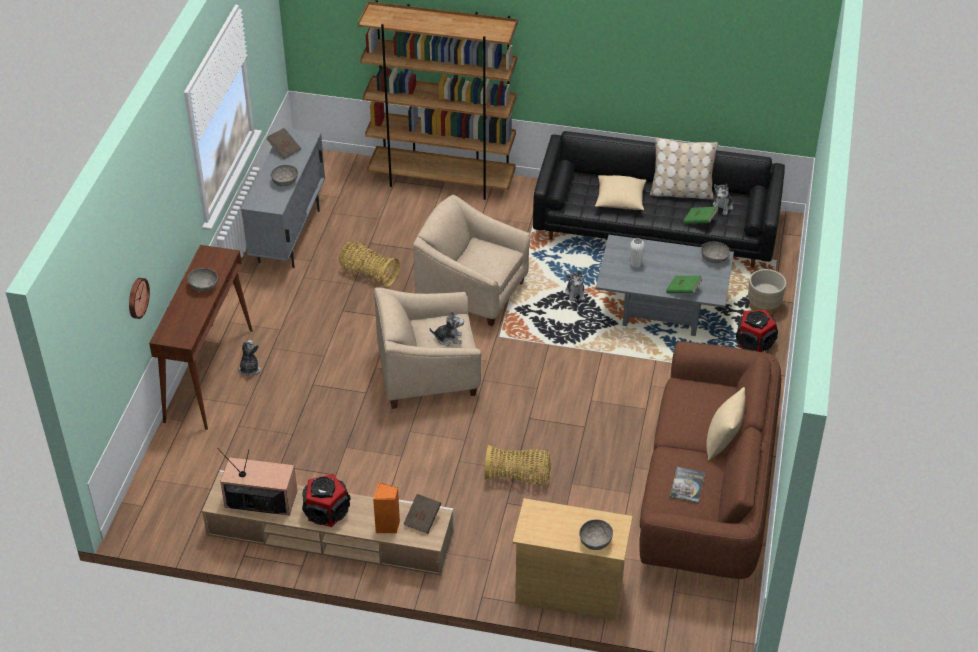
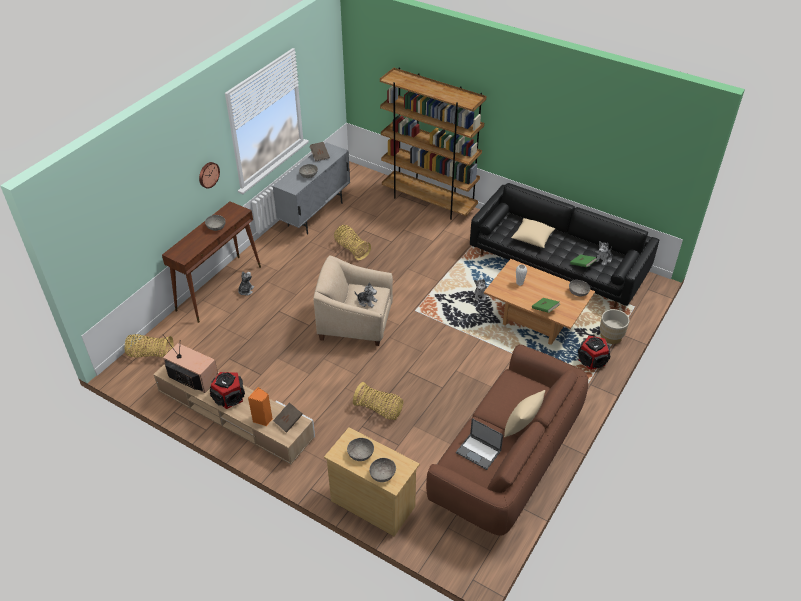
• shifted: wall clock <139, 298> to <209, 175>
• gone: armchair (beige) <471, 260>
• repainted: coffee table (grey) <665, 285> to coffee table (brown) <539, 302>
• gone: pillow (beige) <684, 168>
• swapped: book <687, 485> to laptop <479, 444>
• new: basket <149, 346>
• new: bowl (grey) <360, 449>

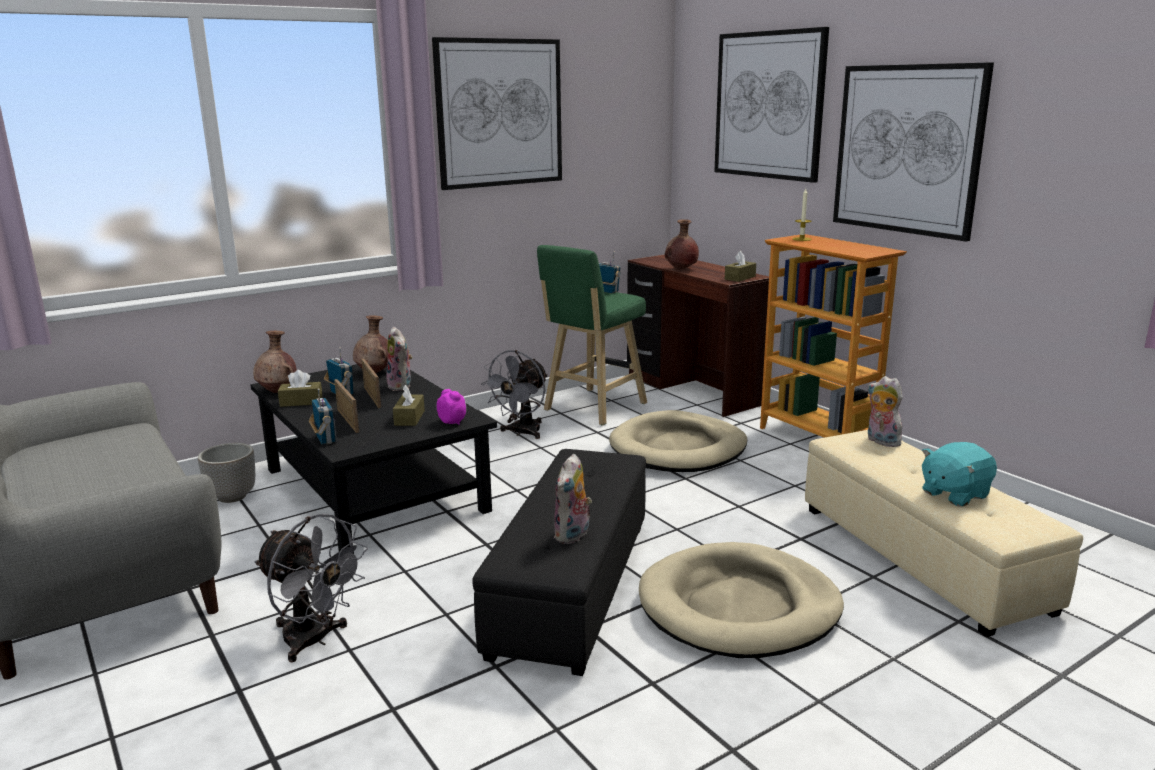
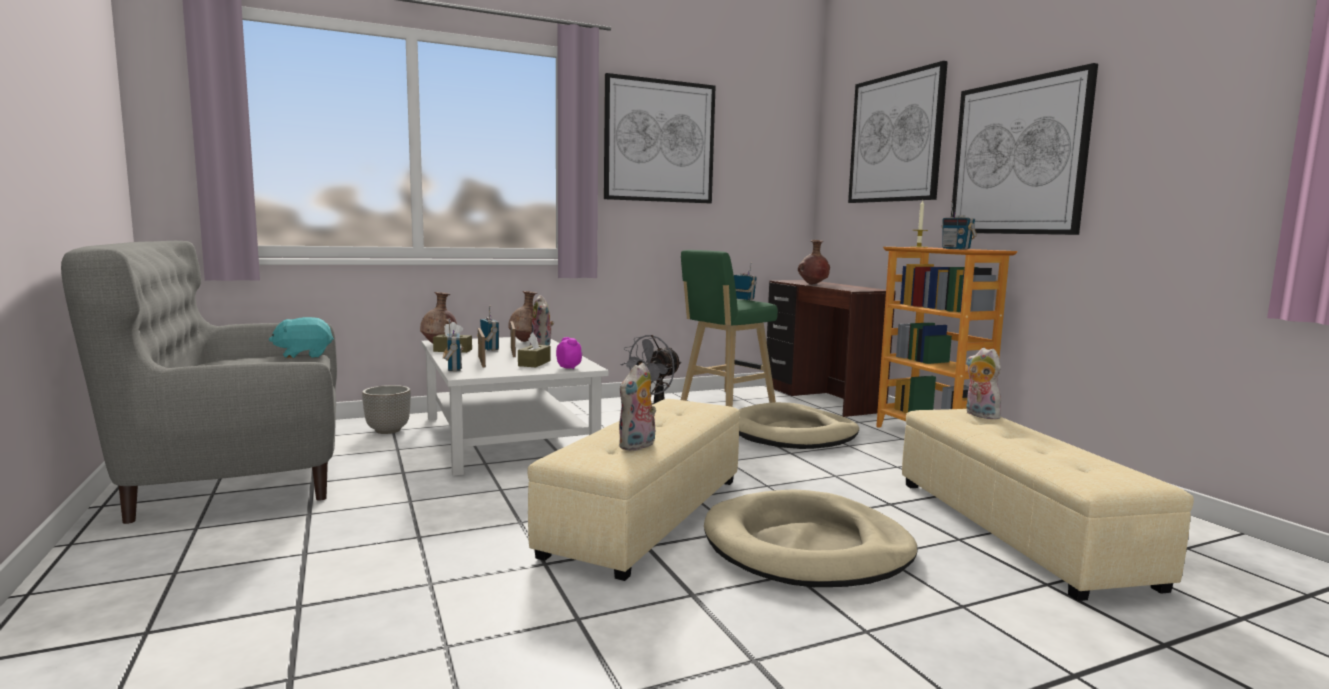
• repainted: coffee table (black) <374, 459> to coffee table (white) <515, 406>
• gone: fan (grey) <311, 587>
• repainted: ottoman (black) <559, 562> to ottoman (beige) <633, 490>
• gone: tissue box (brown) <740, 266>
• shifted: plush toy (turquoise) <959, 474> to <301, 337>
• new: radio <959, 225>

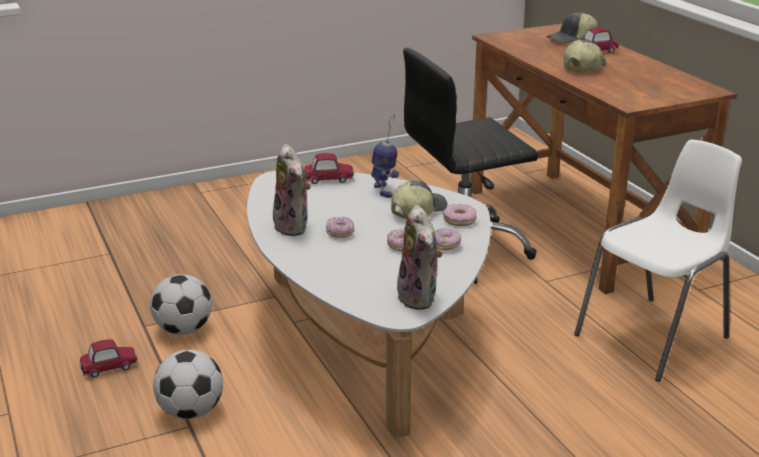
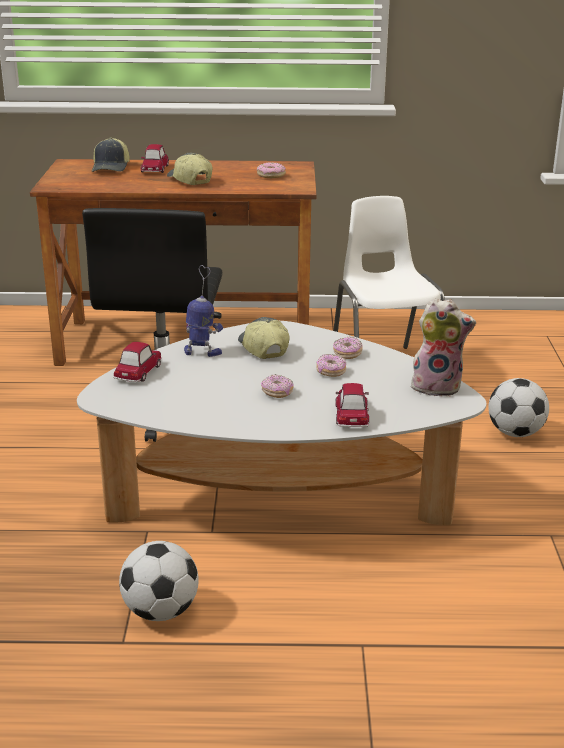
• shifted: toy car <109, 358> to <352, 405>
• shifted: football <188, 384> to <518, 407>
• gone: plush toy <292, 190>
• shifted: donut <460, 215> to <271, 170>

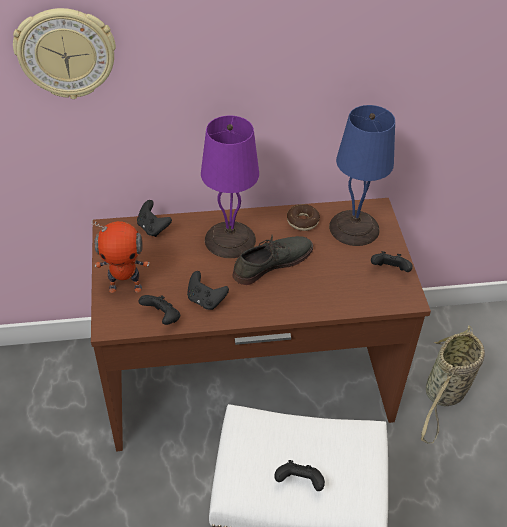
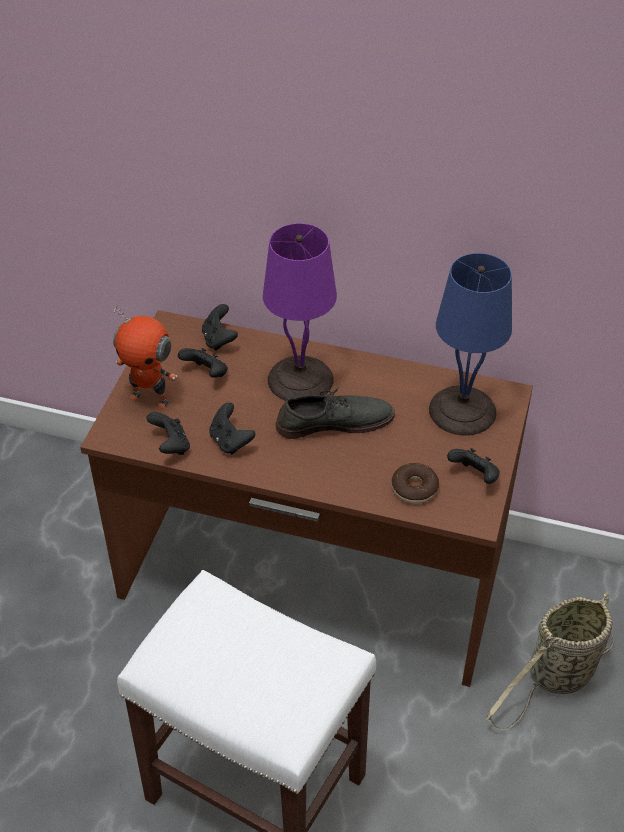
• gone: wall clock <64, 53>
• shifted: game controller (black) <299, 475> to <203, 363>
• shifted: donut <303, 217> to <415, 483>

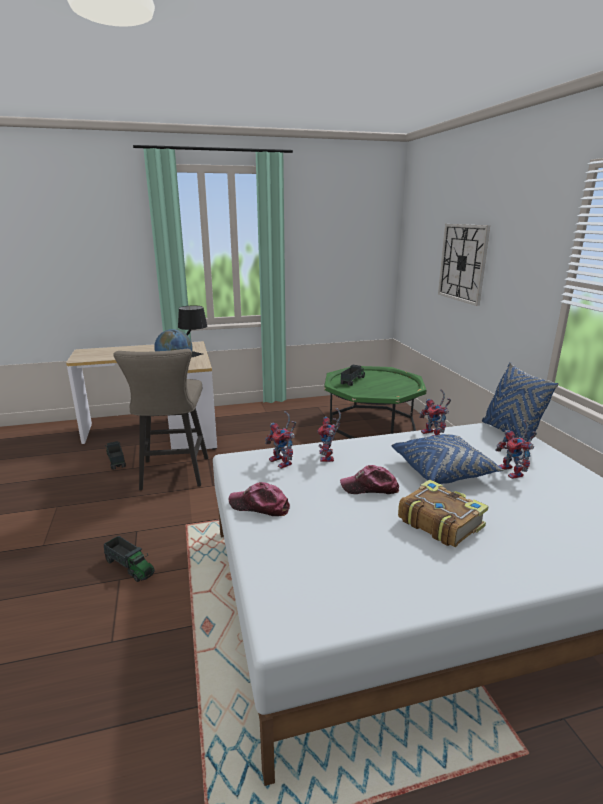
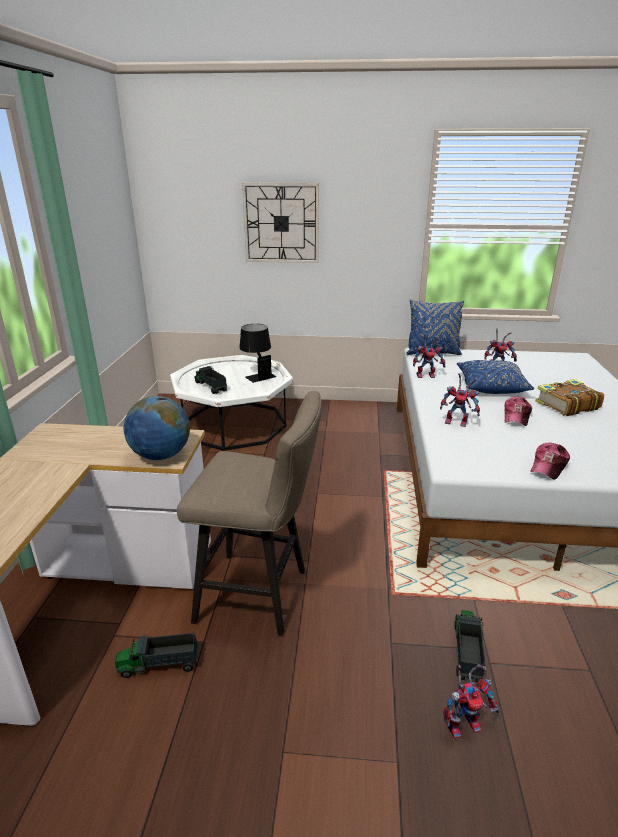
• rotated: toy truck <129, 559> = <469, 646> 45 degrees counterclockwise
• shifted: table lamp (black) <192, 331> to <258, 353>
• shifted: toy robot <280, 440> to <471, 701>
• repainted: coffee table (green) <375, 402> to coffee table (white) <231, 403>

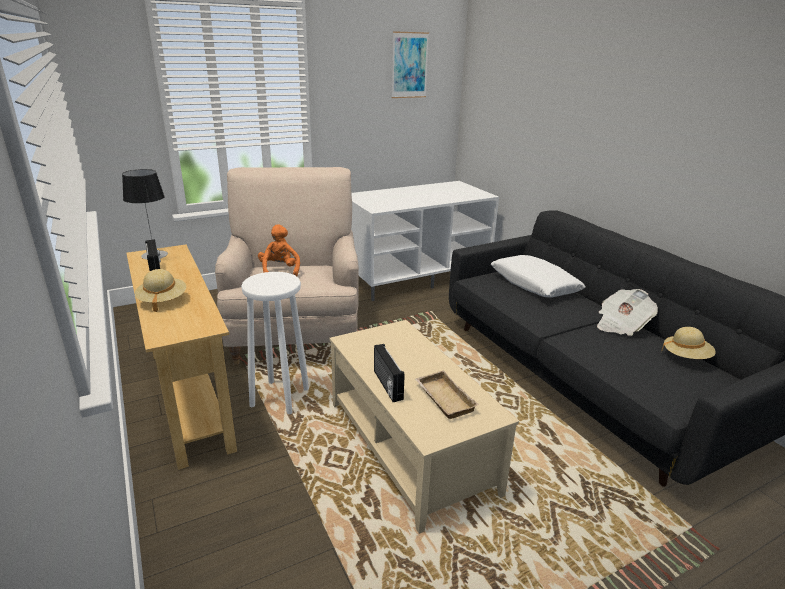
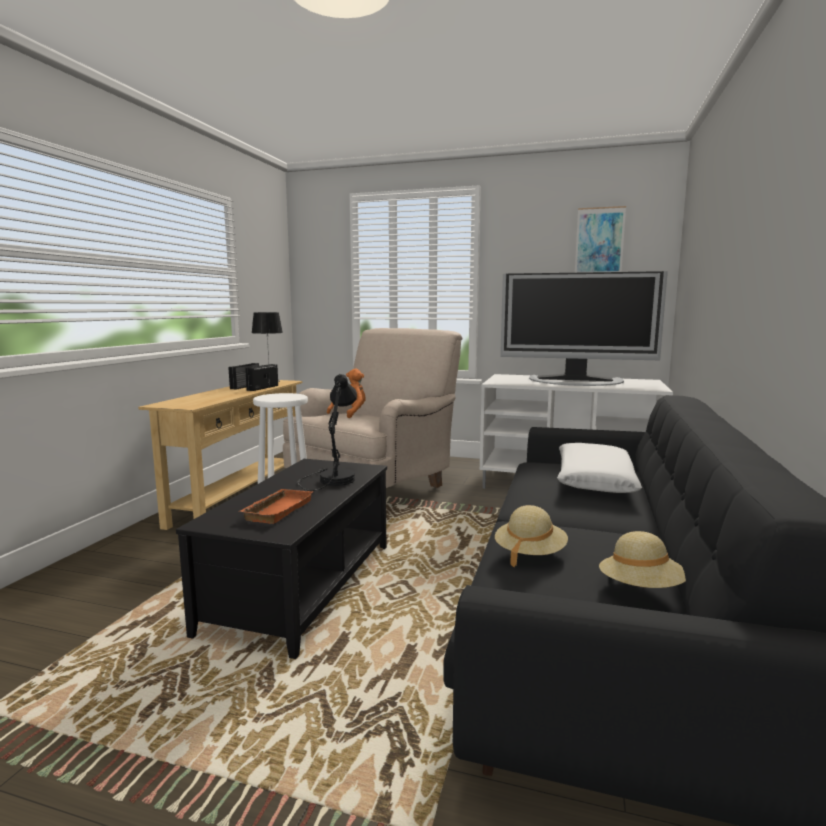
• shifted: hat (beige) <160, 290> to <531, 536>
• repainted: coffee table (beige) <424, 427> to coffee table (black) <281, 559>
• shifted: radio <389, 373> to <261, 377>
• repainted: tray (beige) <447, 394> to tray (orange) <277, 506>
• gone: newspaper <627, 312>
• new: table lamp (black) <327, 432>
• new: television <584, 328>

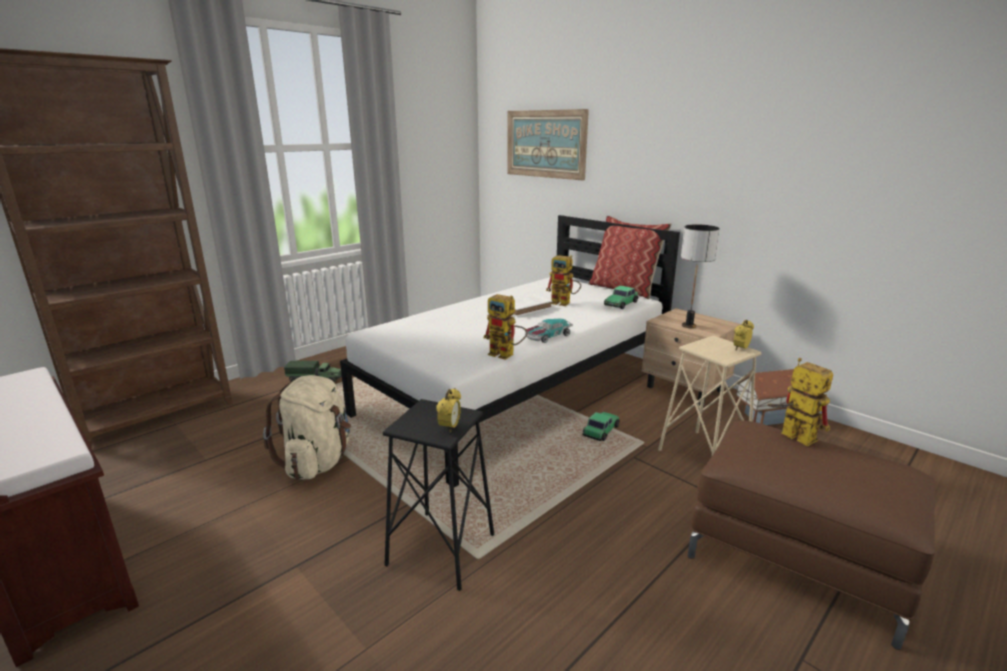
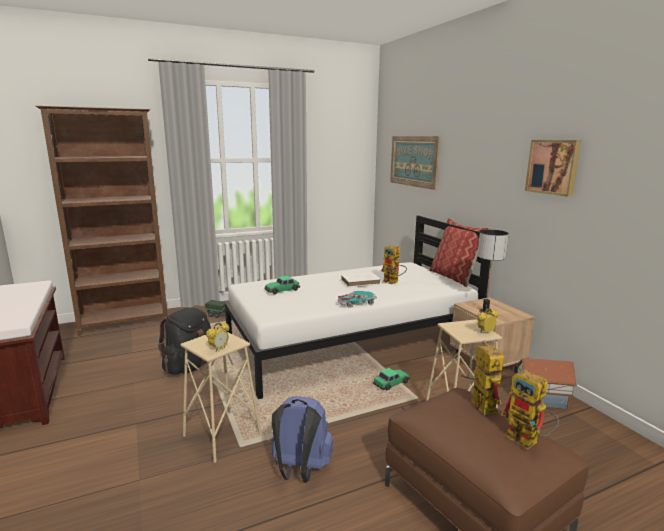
• repainted: backpack (beige) <307, 427> to backpack (black) <184, 341>
• repainted: stool (black) <438, 495> to stool (beige) <221, 397>
• shifted: toy robot <505, 327> to <530, 409>
• shifted: toy car <621, 297> to <282, 285>
• new: backpack (blue) <302, 439>
• new: picture <553, 168>

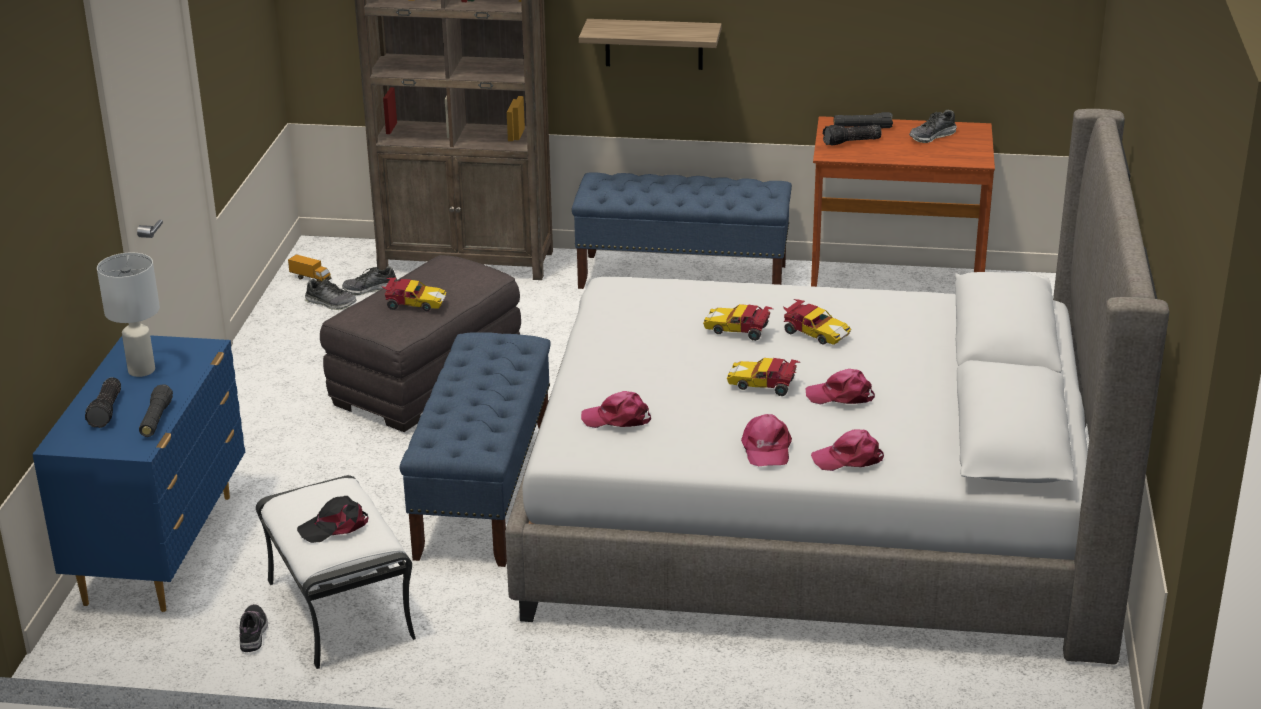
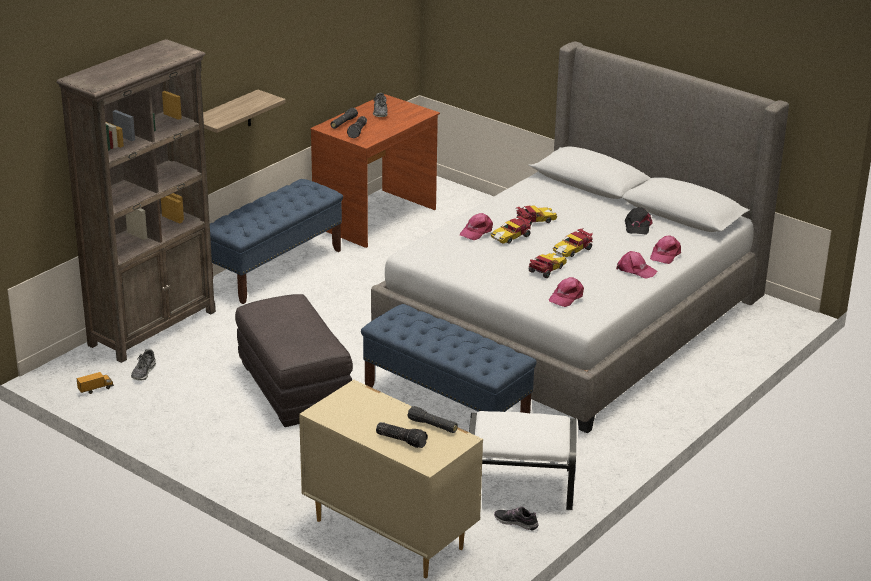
• repainted: dresser (blue) <138, 473> to dresser (beige) <391, 479>
• gone: table lamp (white) <128, 315>
• shifted: cap (black) <333, 519> to <639, 221>
• gone: shoe <331, 294>
• shifted: toy car <413, 294> to <548, 265>
• shifted: cap (pink) <840, 386> to <476, 226>

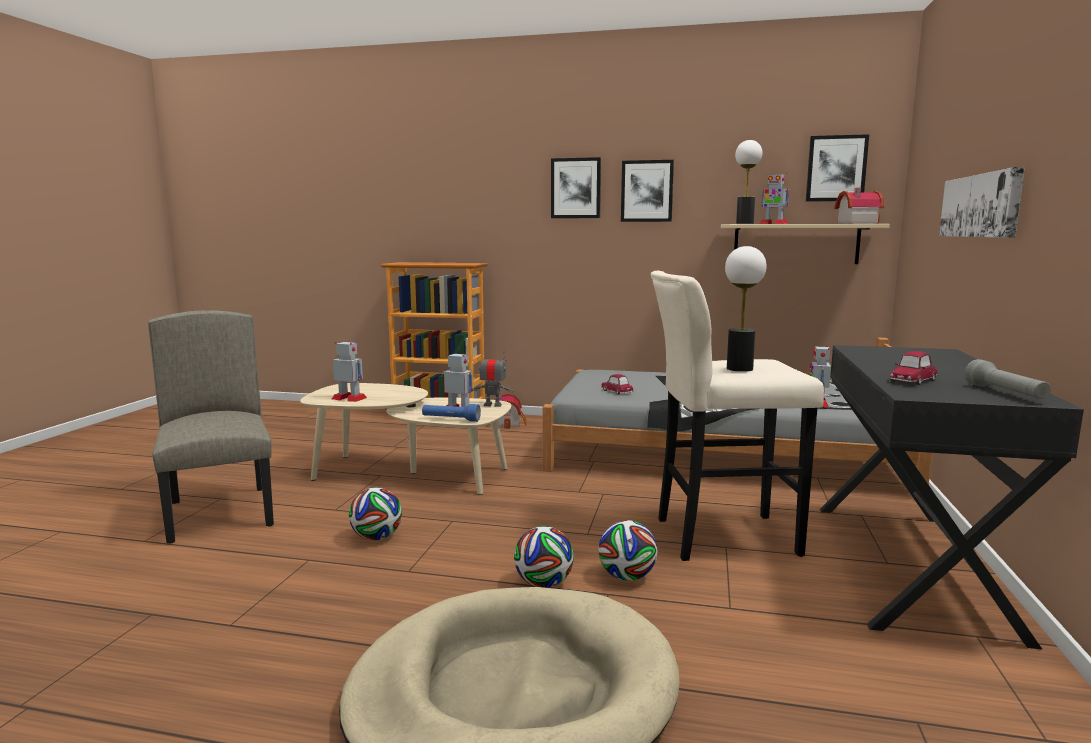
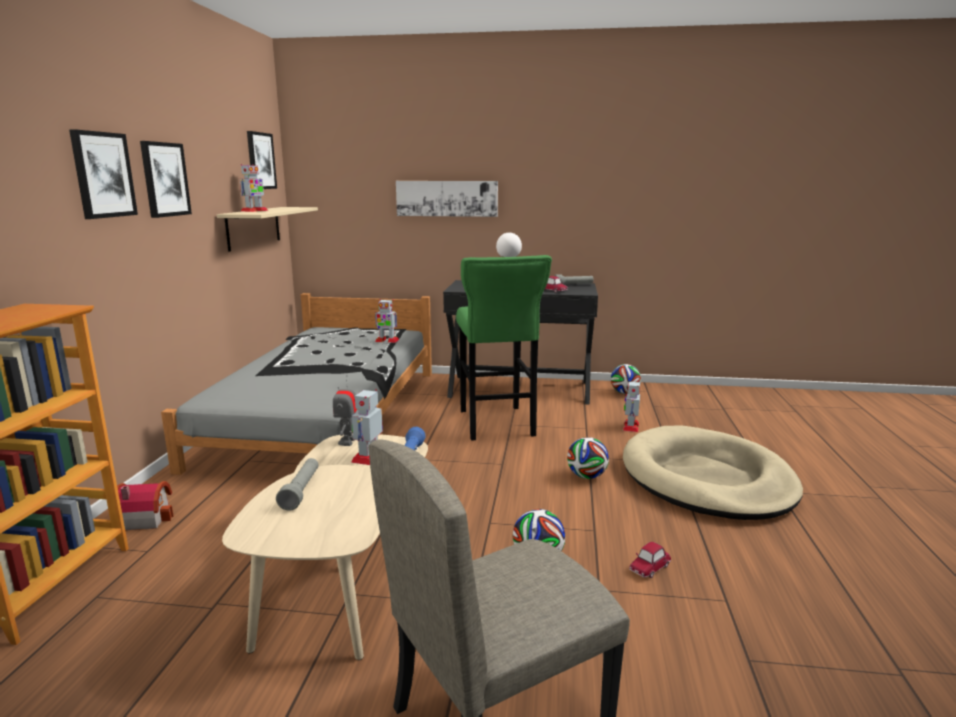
• shifted: toy robot <349, 372> to <631, 406>
• shifted: football <627, 550> to <626, 379>
• shifted: toy car <617, 384> to <650, 560>
• repainted: stool (beige) <737, 416> to stool (green) <504, 348>
• gone: table lamp <748, 182>
• gone: toy house <859, 206>
• new: flashlight (grey) <297, 484>

